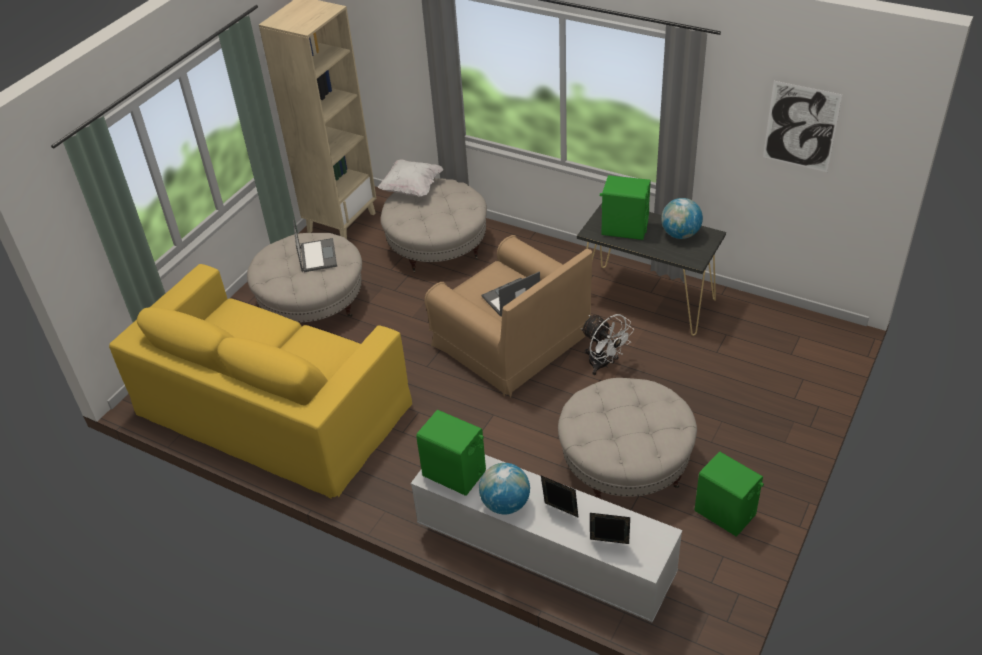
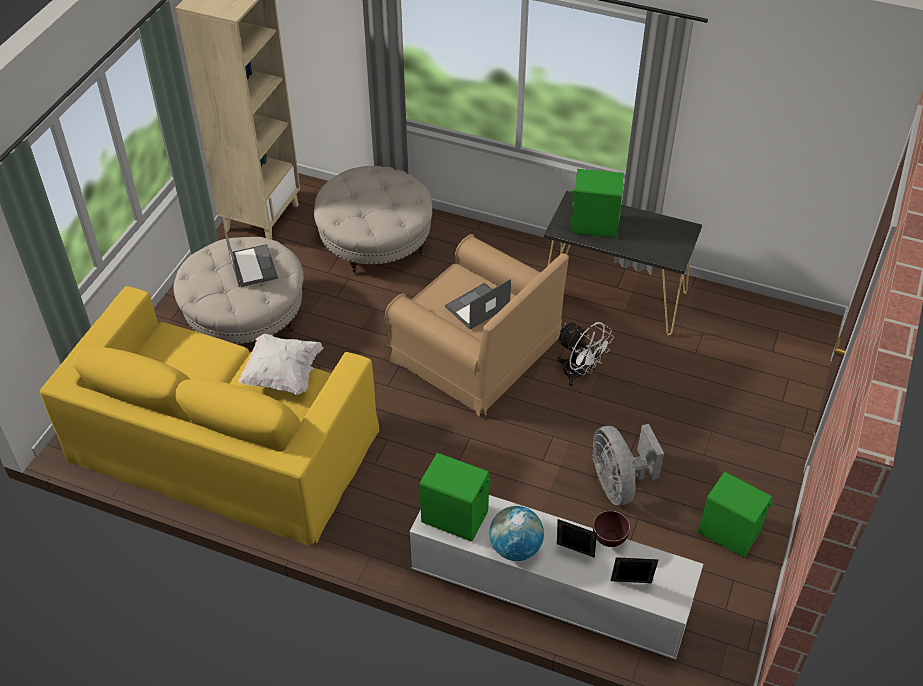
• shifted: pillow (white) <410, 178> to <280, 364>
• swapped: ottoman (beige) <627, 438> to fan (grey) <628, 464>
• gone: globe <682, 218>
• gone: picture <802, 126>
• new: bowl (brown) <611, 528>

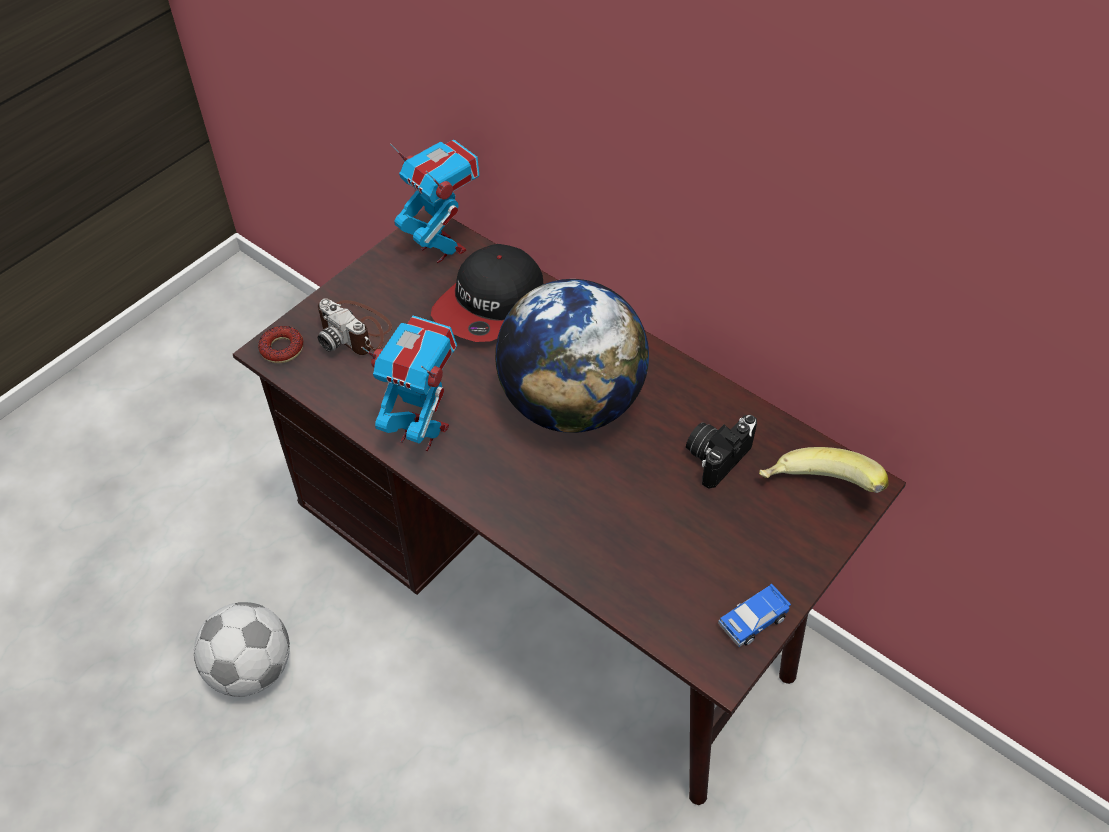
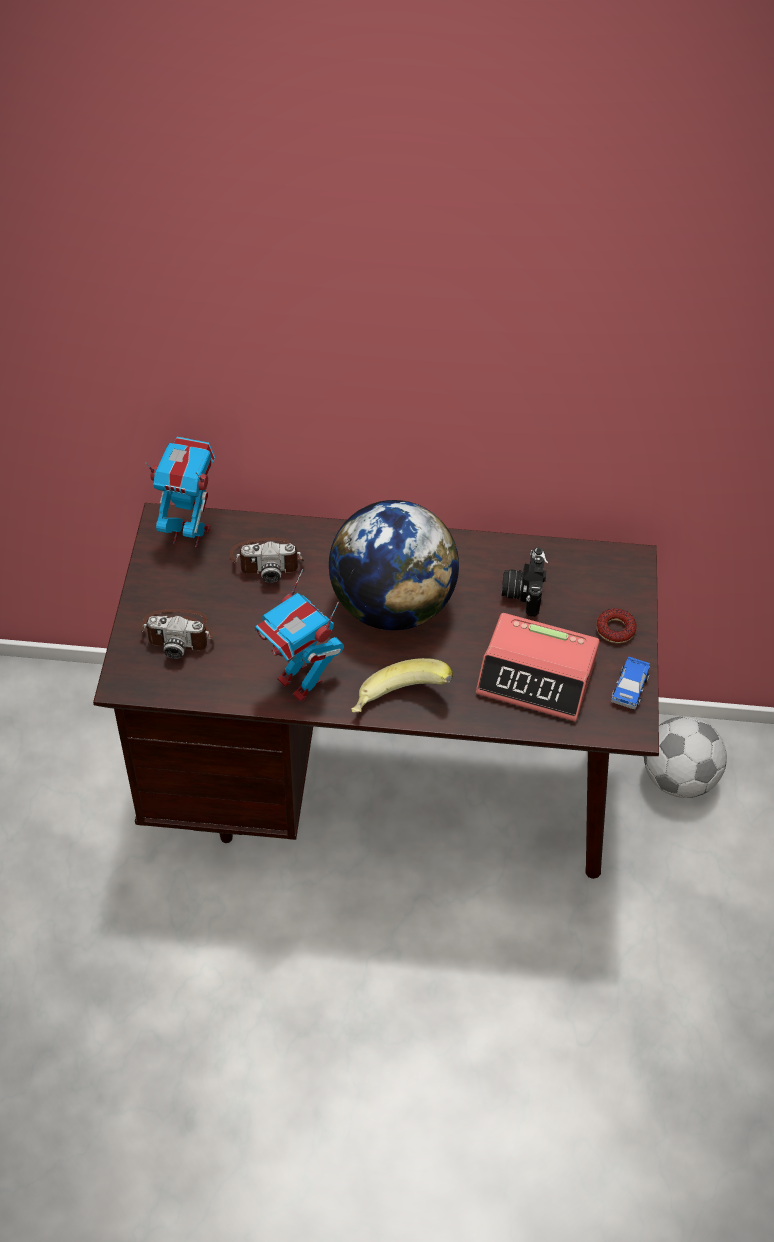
• shifted: football <242, 649> to <685, 757>
• shifted: donut <281, 344> to <616, 625>
• rotated: toy robot <409, 383> = <299, 635> 120 degrees counterclockwise
• swapped: cap <487, 293> to photo camera <267, 560>
• shifted: banana <824, 470> to <402, 685>
• new: alarm clock <538, 667>

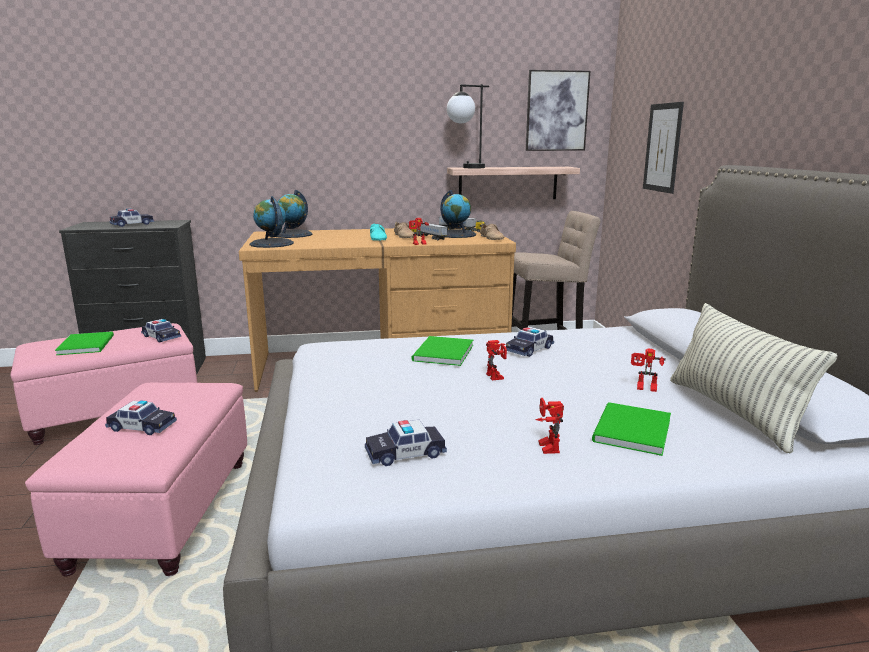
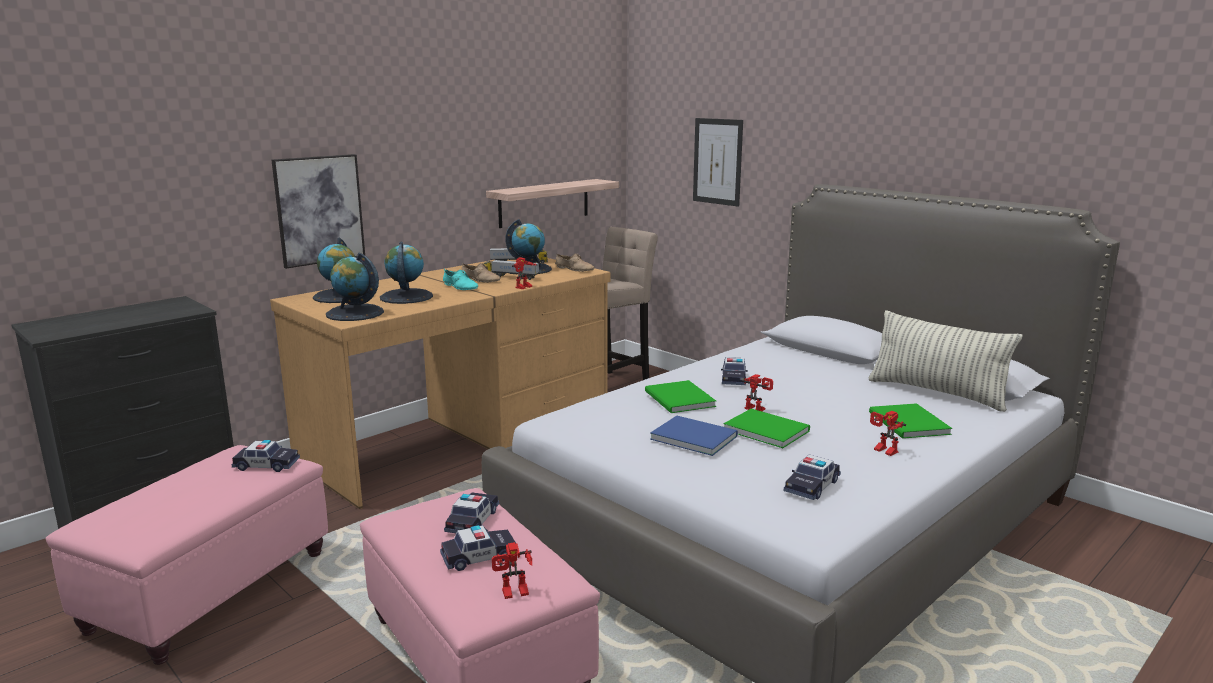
• shifted: book (green) <84, 343> to <766, 428>
• shifted: toy car <132, 218> to <471, 512>
• gone: table lamp <468, 126>
• shifted: picture <558, 110> to <318, 211>
• shifted: toy robot <648, 370> to <512, 570>
• new: globe <406, 273>
• new: book (blue) <694, 436>

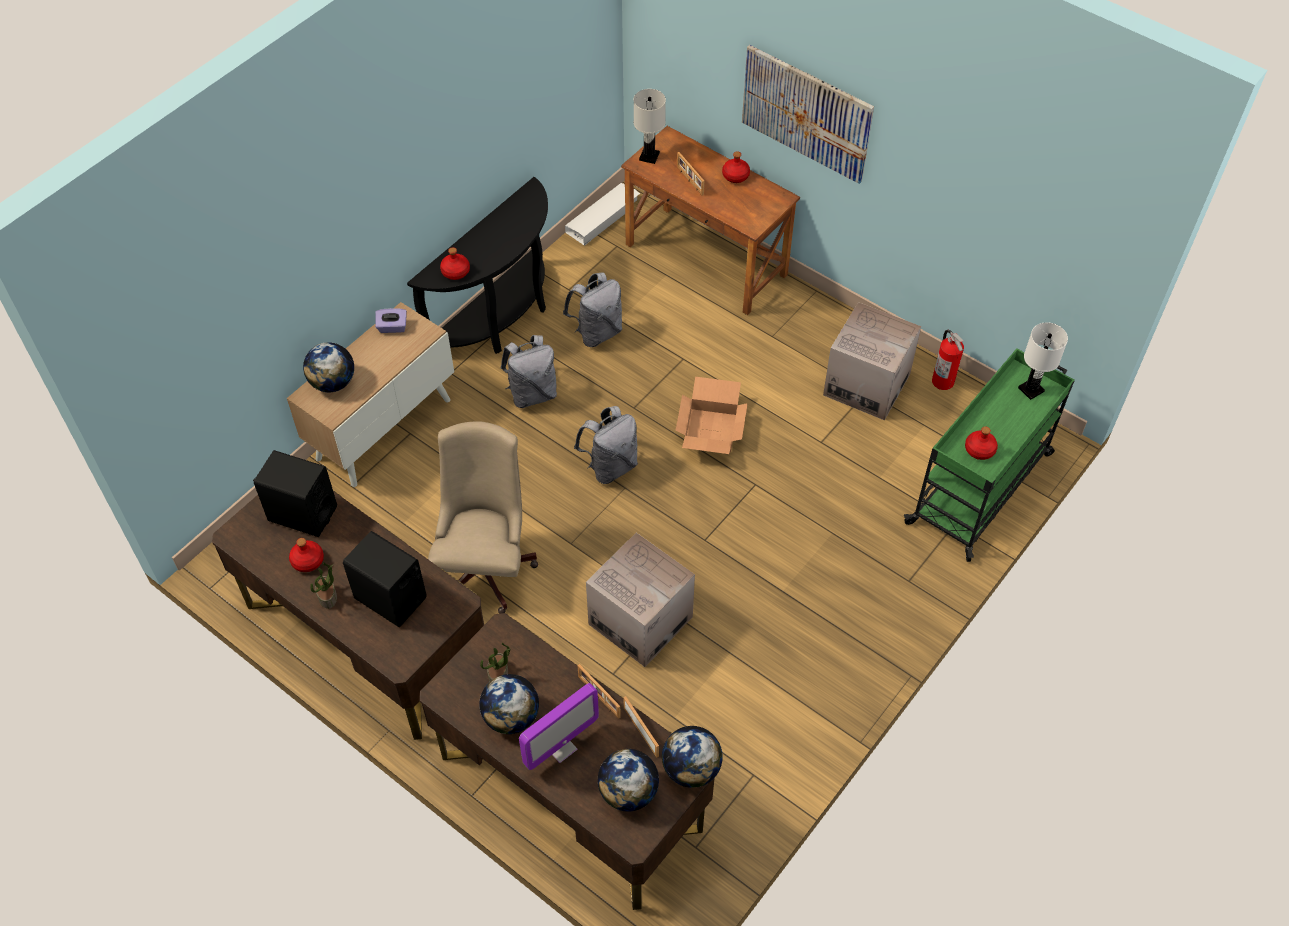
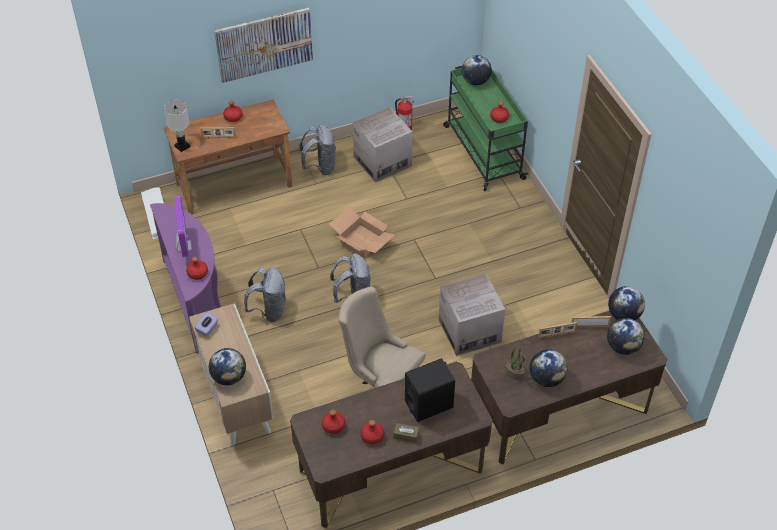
• swapped: speaker (black) <295, 493> to bottle (red) <333, 422>
• swapped: potted plant <323, 585> to tissue box (brown) <406, 433>
• repainted: console table (black) <477, 265> to console table (purple) <185, 278>
• shifted: monitor <559, 726> to <183, 226>
• shifted: backpack (grey) <592, 309> to <317, 150>
• swapped: table lamp (white) <1043, 361> to globe <477, 70>

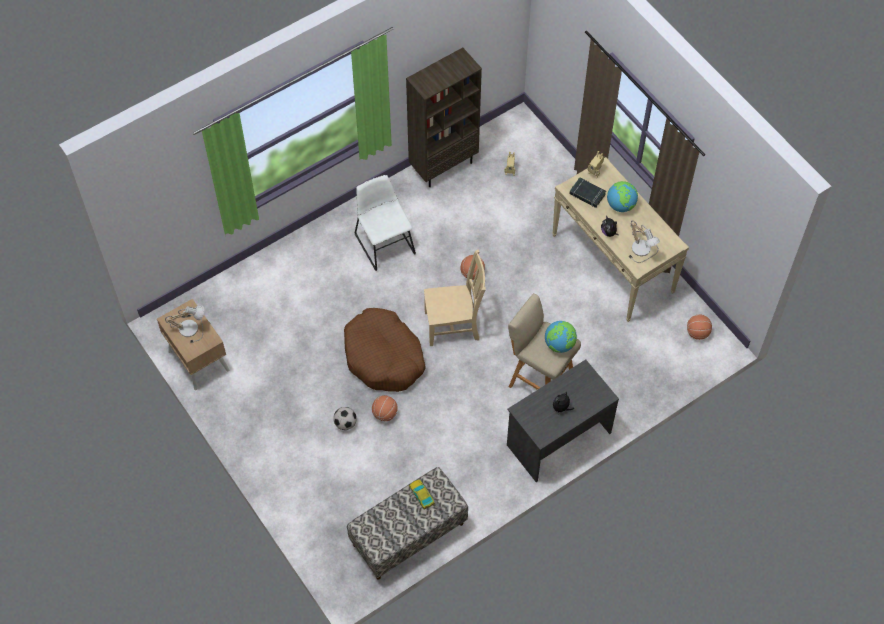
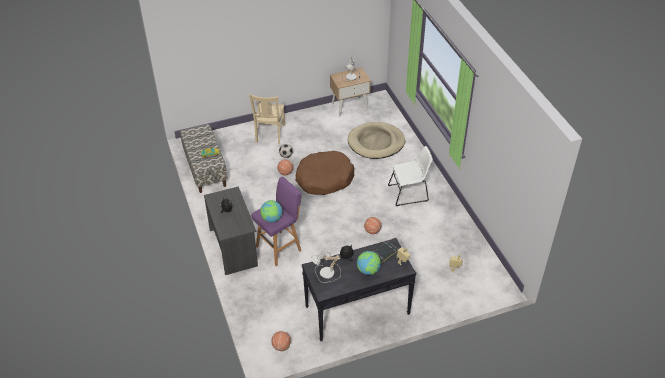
• gone: bookcase (brown) <444, 117>
• shifted: chair (beige) <455, 298> to <267, 119>
• repainted: stool (beige) <544, 341> to stool (purple) <276, 221>
• repainted: console table (beige) <620, 239> to console table (black) <359, 289>
• new: dog bed (beige) <376, 140>

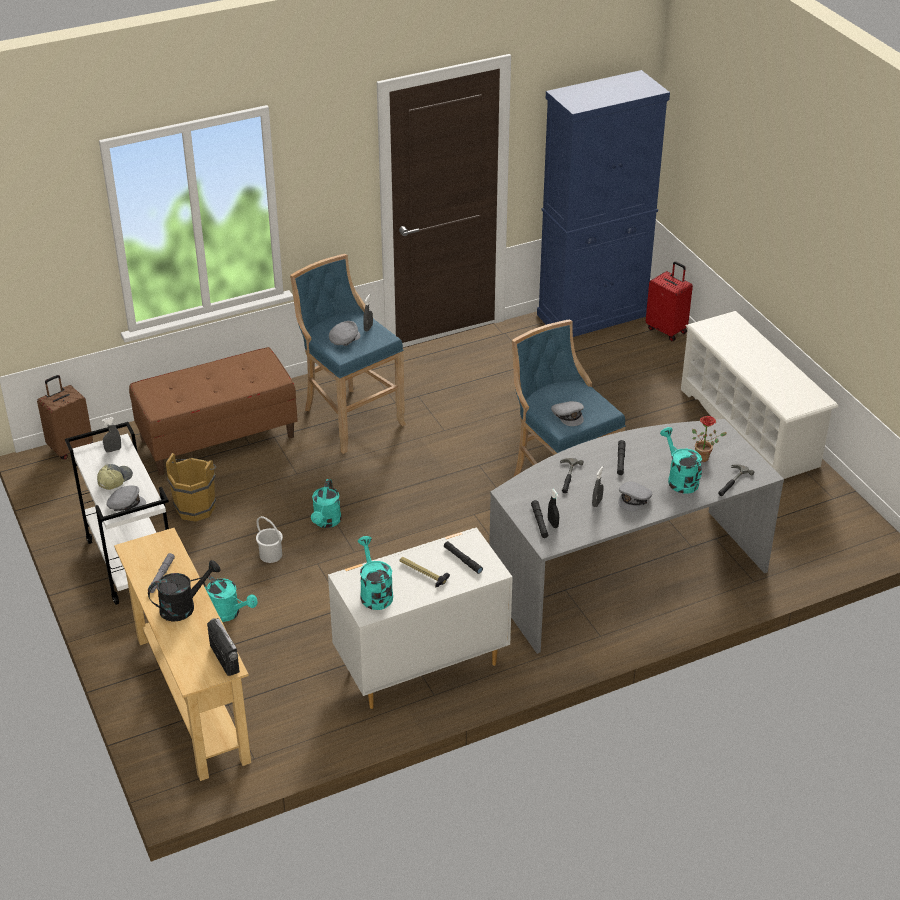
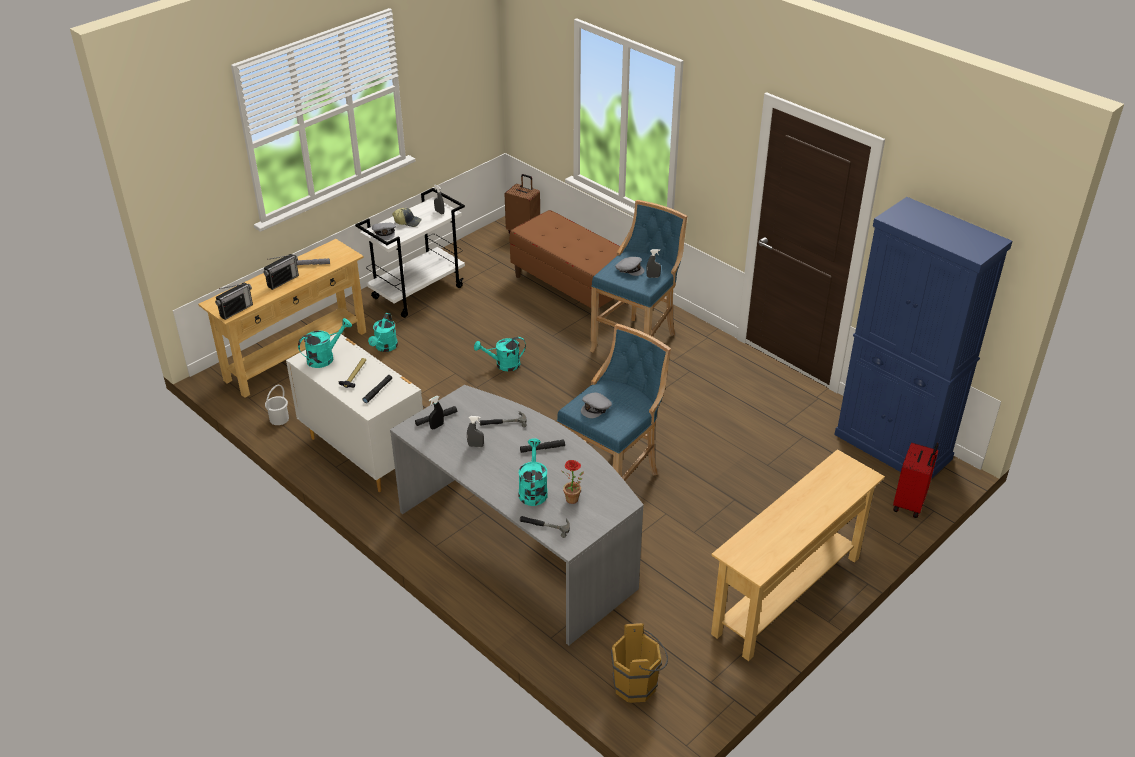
• swapped: watering can (black) <184, 591> to radio <281, 272>
• shifted: bucket (brown) <191, 487> to <639, 663>
• shifted: bucket (white) <269, 539> to <277, 405>
• gone: cap (grey) <635, 496>
• rotated: watering can (turquoise) <681, 460> = <533, 472> 45 degrees counterclockwise
• swapped: shoe rack (white) <759, 395> to console table (beige) <798, 555>

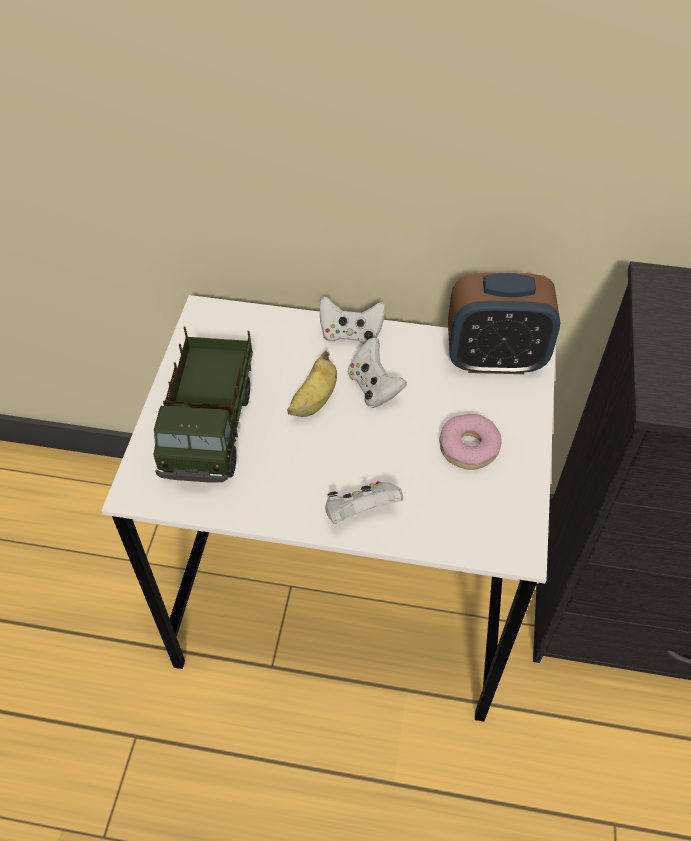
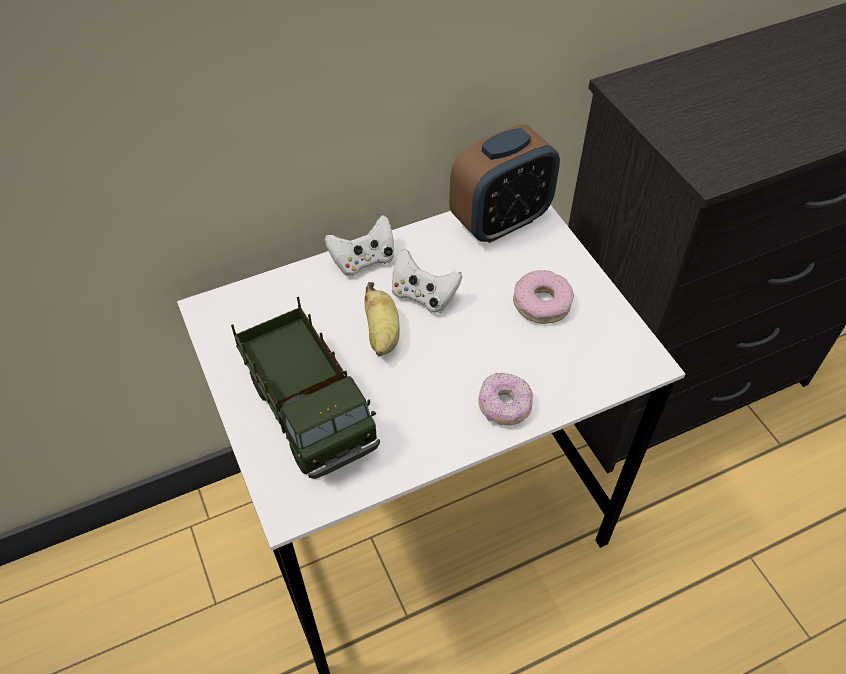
• swapped: game controller (white) <364, 502> to donut <505, 399>

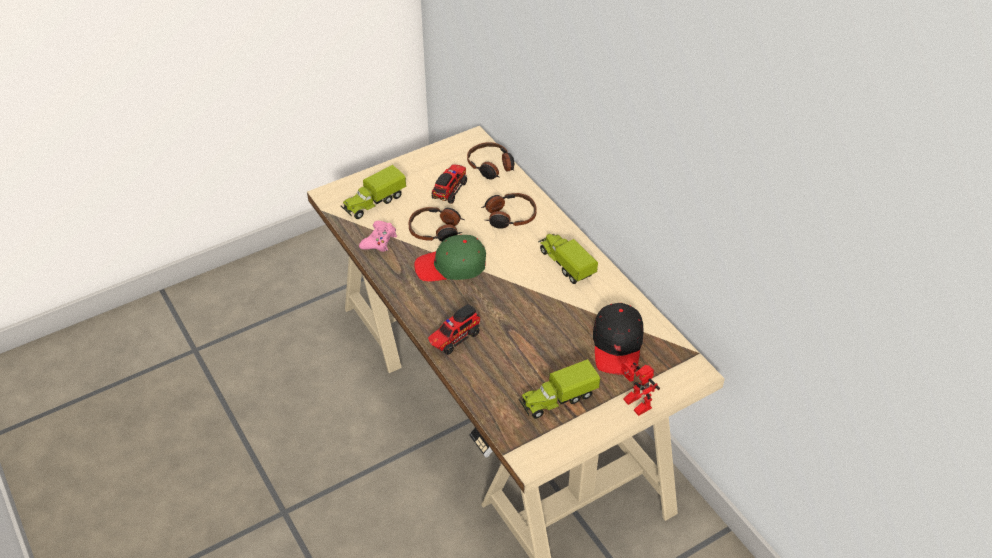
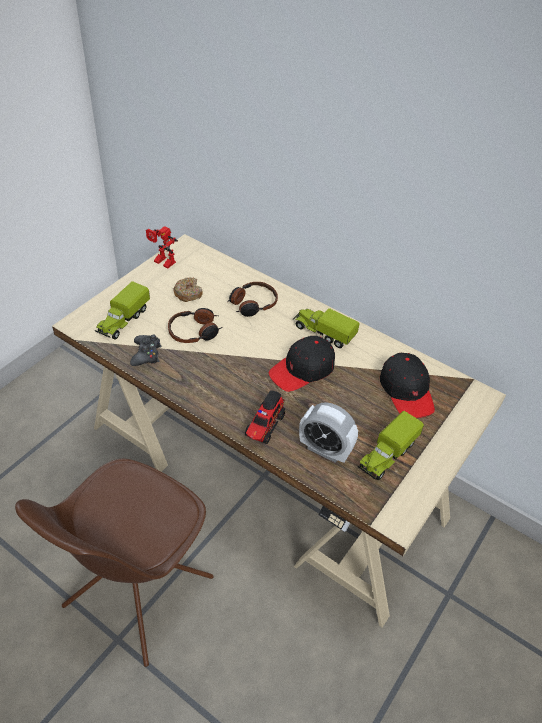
• repainted: game controller (pink) <378, 236> to game controller (black) <145, 350>
• gone: cap (green) <450, 258>
• swapped: toy truck <449, 184> to donut <188, 289>
• gone: headphones <490, 161>
• shifted: toy robot <640, 389> to <162, 247>
• new: chair (brown) <114, 563>
• new: cap (black) <302, 364>
• new: alarm clock <328, 432>

